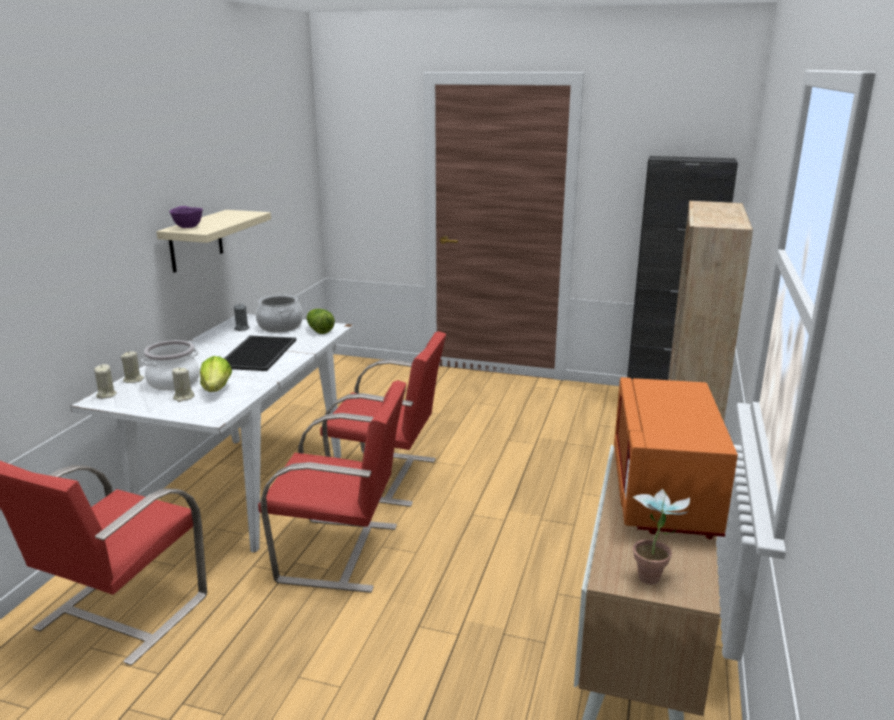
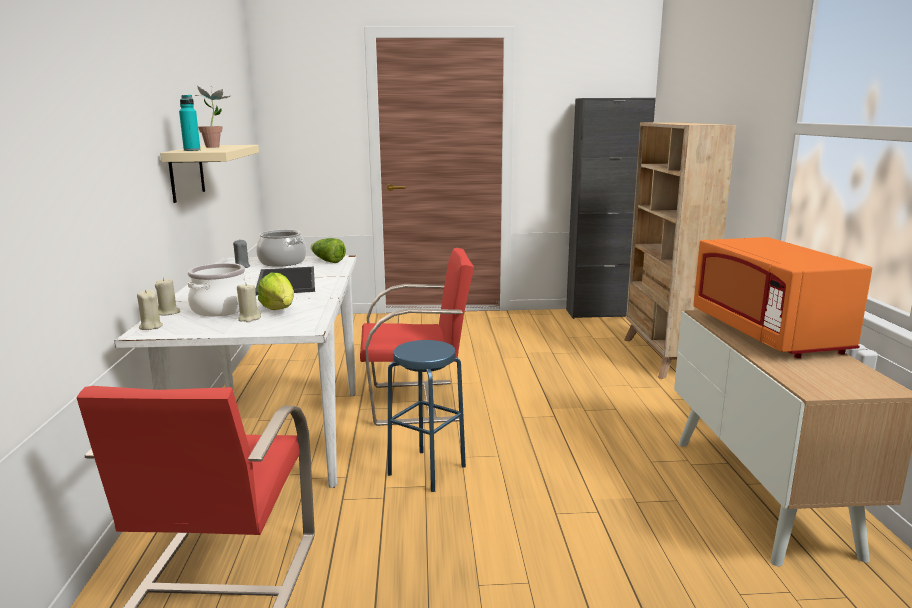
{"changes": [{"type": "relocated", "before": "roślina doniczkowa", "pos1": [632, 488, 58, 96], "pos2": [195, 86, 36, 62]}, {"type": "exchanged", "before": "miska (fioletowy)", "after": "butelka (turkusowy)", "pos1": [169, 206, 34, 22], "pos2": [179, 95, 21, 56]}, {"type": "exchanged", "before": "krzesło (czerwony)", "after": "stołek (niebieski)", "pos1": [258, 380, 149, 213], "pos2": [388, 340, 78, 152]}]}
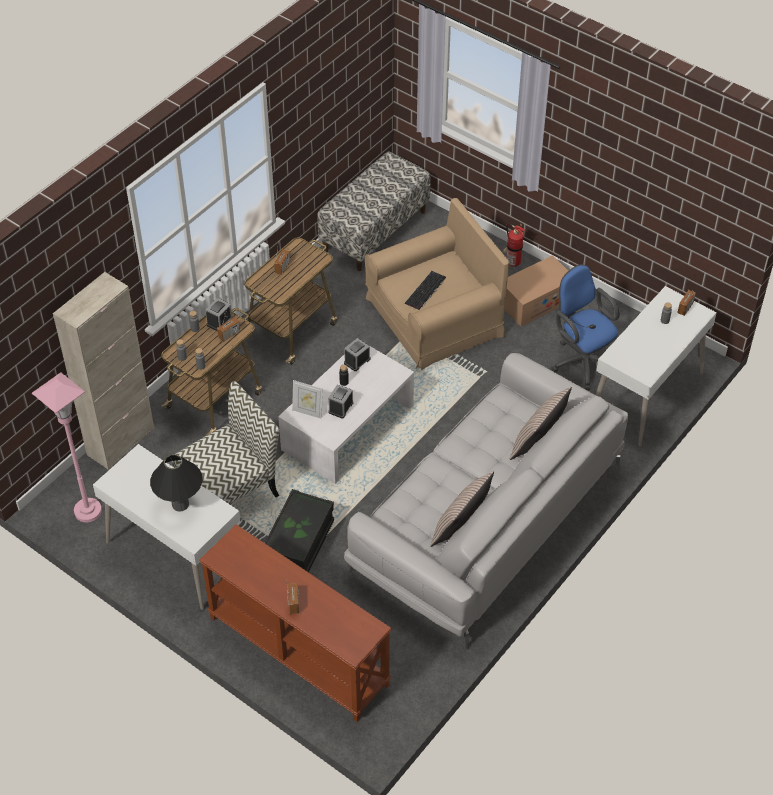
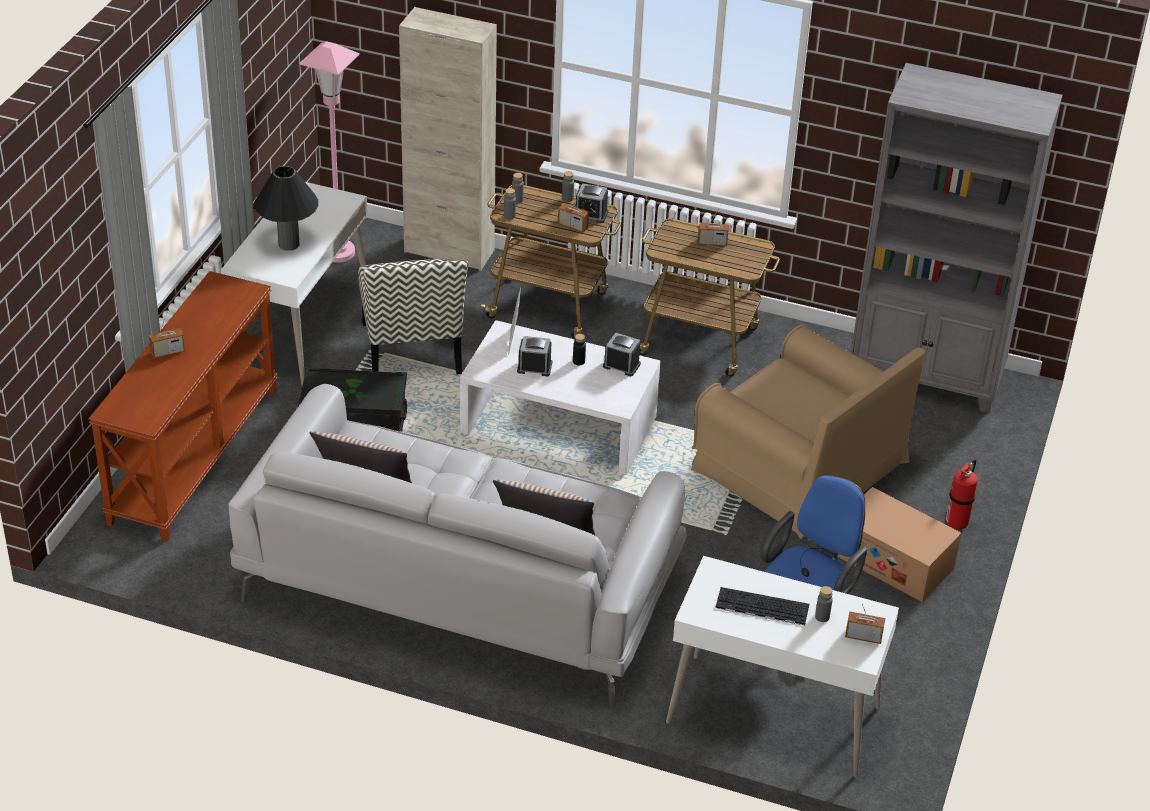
{"changes": [{"type": "relocated", "before": "klawiatura", "pos1": [405, 271, 41, 39], "pos2": [715, 587, 94, 38]}, {"type": "exchanged", "before": "ławka", "after": "regał (szary)", "pos1": [317, 151, 114, 120], "pos2": [851, 63, 212, 350]}, {"type": "spun", "before": "krzesło", "pos1": [172, 381, 107, 123], "pos2": [358, 259, 110, 115], "turn": 45}]}
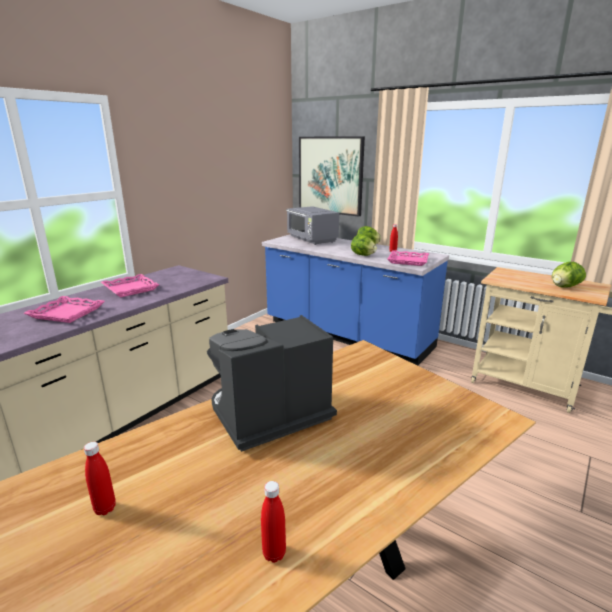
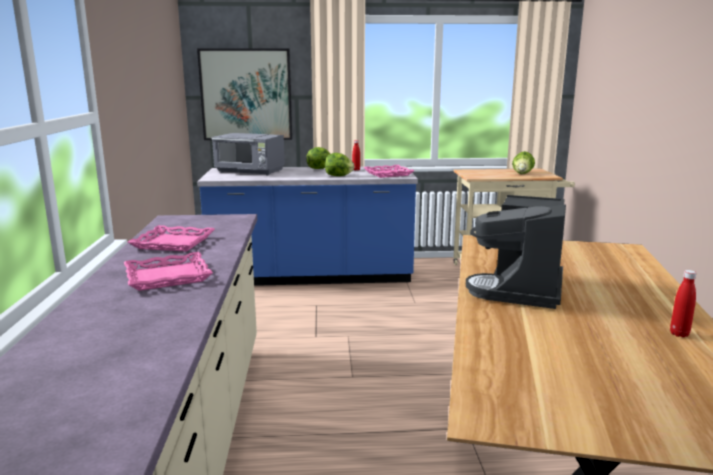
{"changes": [{"type": "missing", "before": "butelka (czerwony)", "pos1": [84, 442, 32, 73]}]}
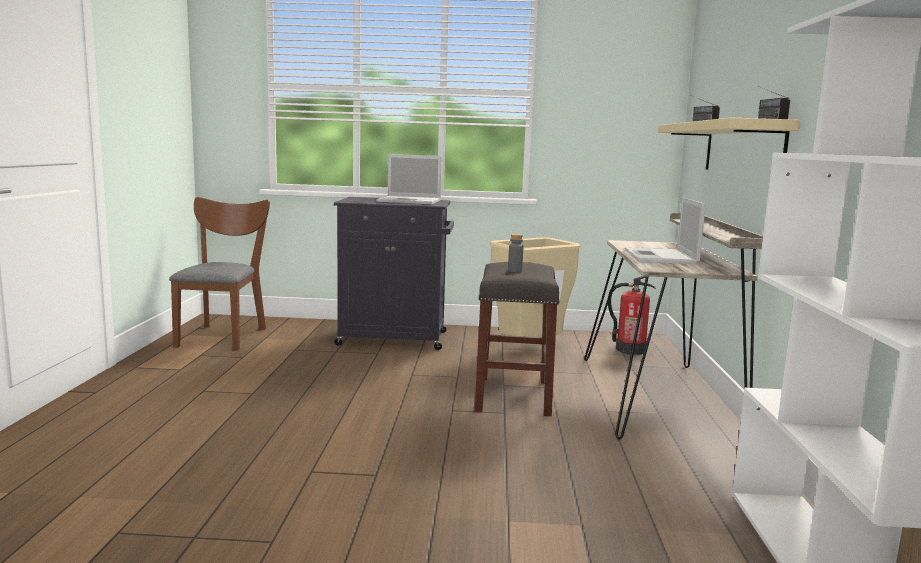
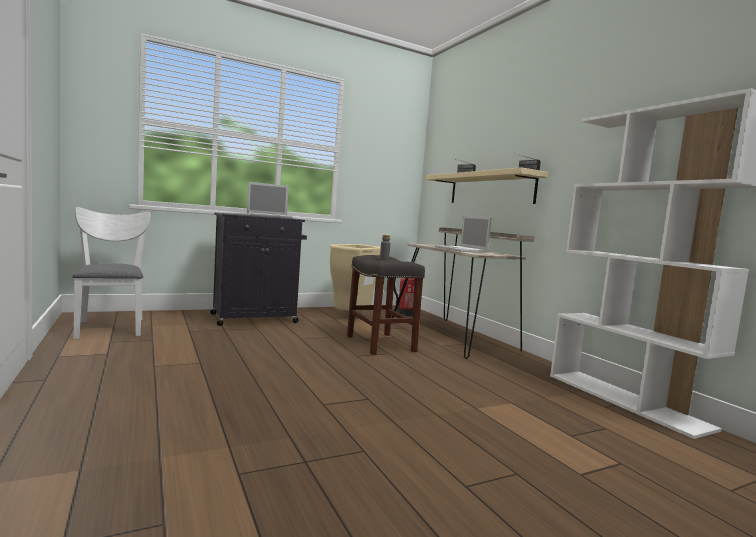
{"changes": [{"type": "colour", "before": "krzesło (brązowy)", "after": "krzesło (biały)", "pos1": [169, 197, 101, 154], "pos2": [73, 207, 77, 132]}]}
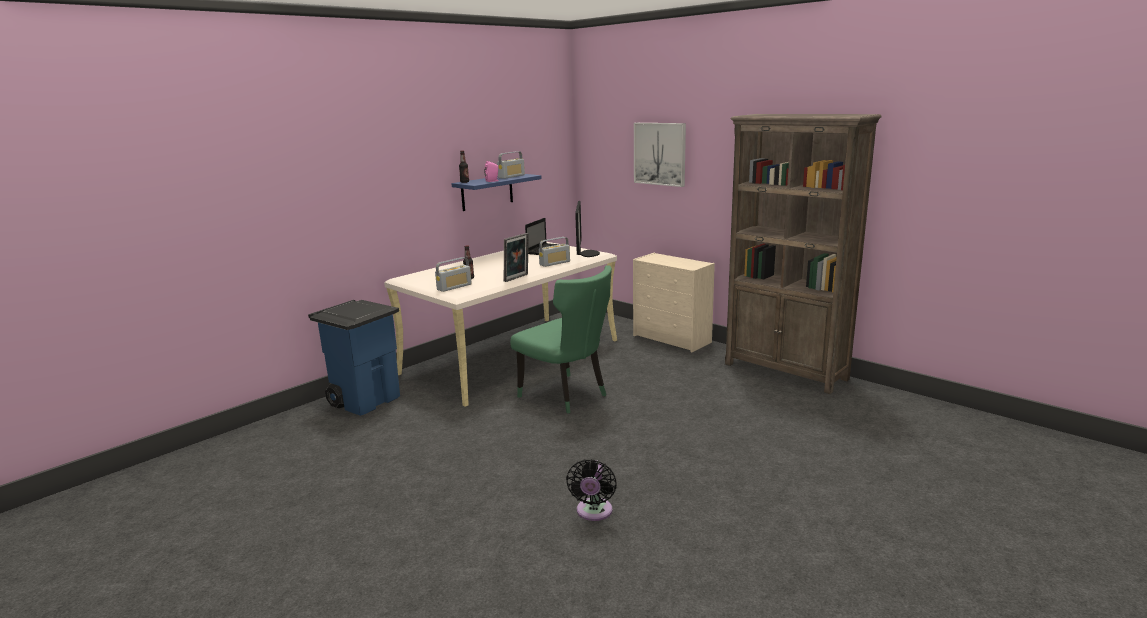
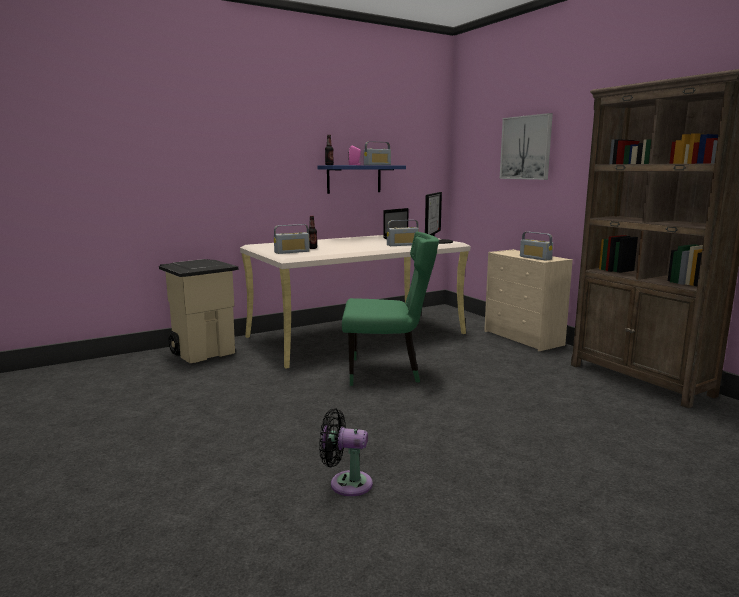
{"changes": [{"type": "missing", "before": "ramka na zdjęcie", "pos1": [504, 233, 25, 49]}, {"type": "appeared", "after": "radio", "pos2": [520, 232, 33, 29]}, {"type": "colour", "before": "kosz na śmieci (niebieski)", "after": "kosz na śmieci (beżowy)", "pos1": [308, 300, 92, 116], "pos2": [159, 259, 80, 104]}, {"type": "spun", "before": "krzesło (zielony)", "pos1": [510, 265, 102, 149], "pos2": [342, 232, 97, 154], "turn": -60}, {"type": "spun", "before": "wentylator (czarny)", "pos1": [566, 459, 51, 62], "pos2": [319, 409, 54, 87], "turn": 75}]}
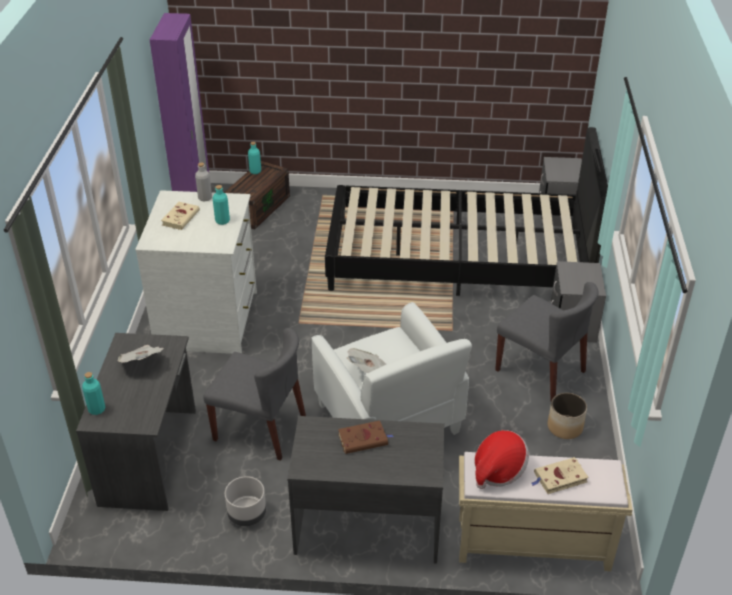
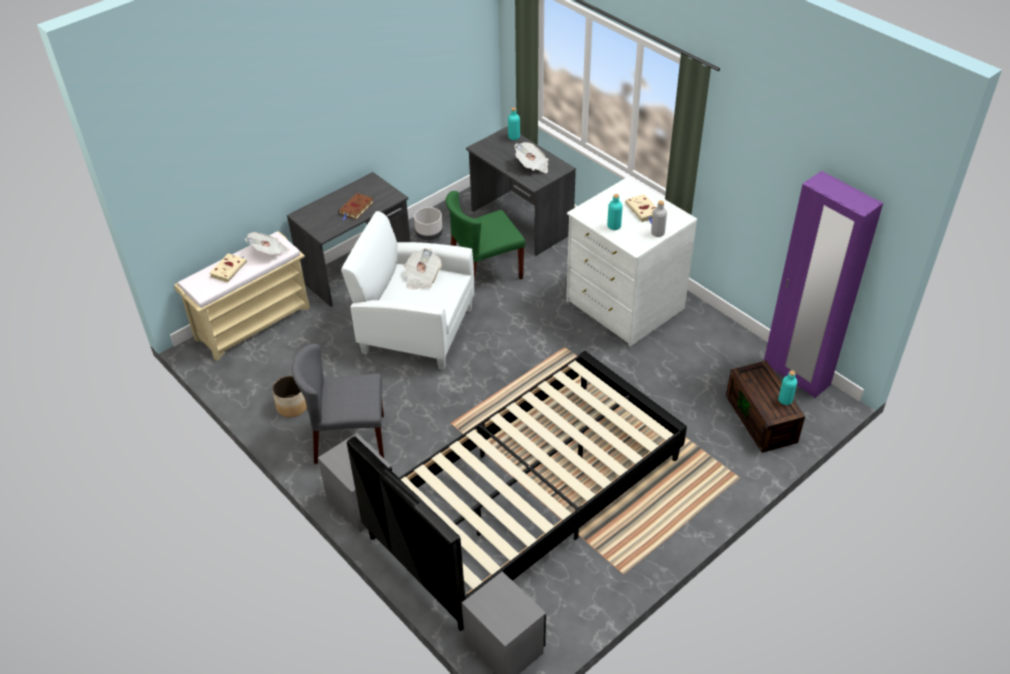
{"changes": [{"type": "exchanged", "before": "kapelusz", "after": "gazeta", "pos1": [474, 430, 55, 59], "pos2": [245, 232, 45, 23]}, {"type": "colour", "before": "krzesło (szary)", "after": "krzesło (zielony)", "pos1": [203, 328, 103, 132], "pos2": [446, 191, 80, 89]}]}
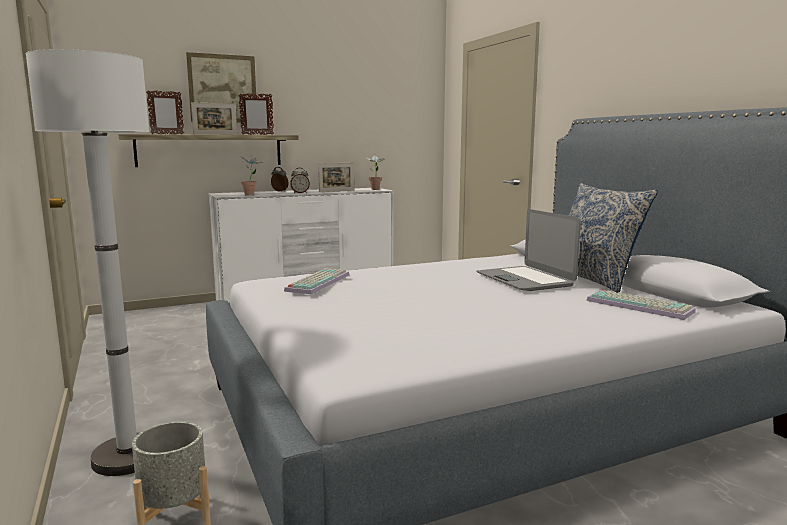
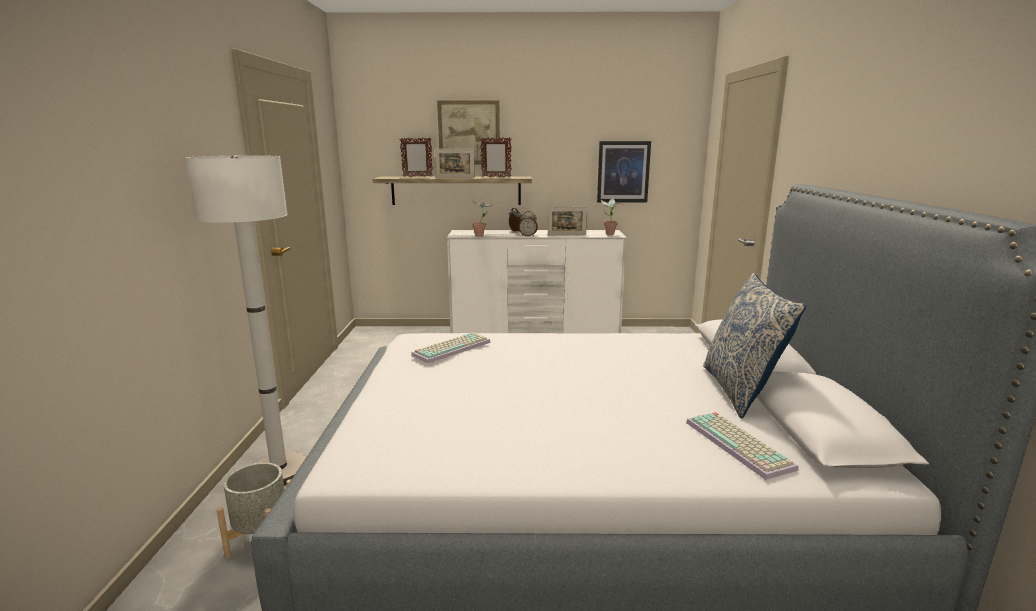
{"changes": [{"type": "missing", "before": "laptop", "pos1": [477, 209, 104, 82]}, {"type": "appeared", "after": "obraz", "pos2": [597, 141, 54, 61]}]}
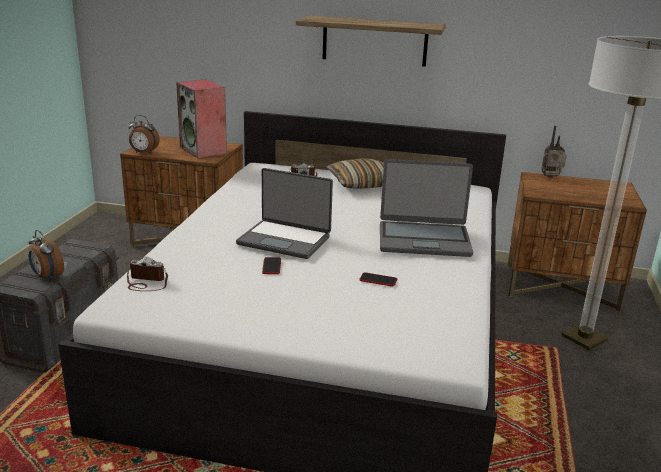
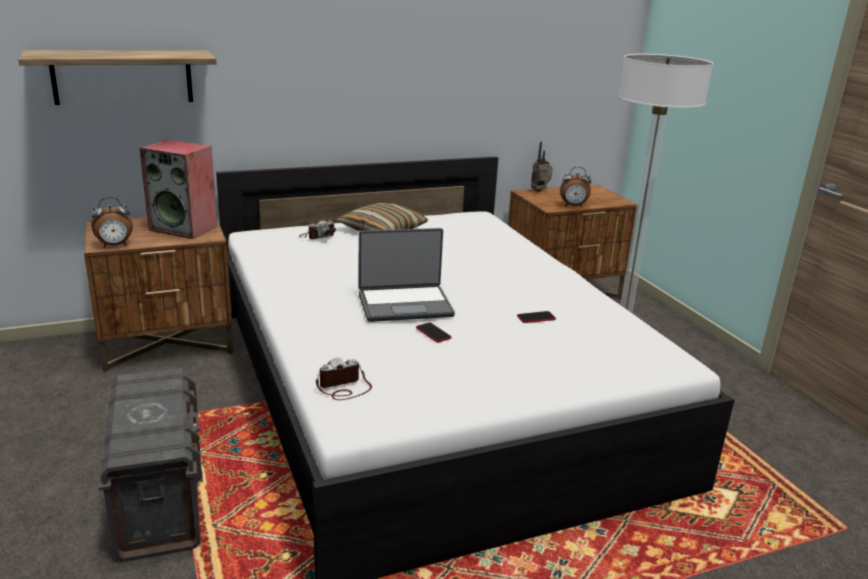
{"changes": [{"type": "missing", "before": "laptop", "pos1": [380, 159, 93, 98]}, {"type": "relocated", "before": "budzik", "pos1": [29, 230, 35, 51], "pos2": [560, 167, 31, 40]}, {"type": "relocated", "before": "półka", "pos1": [296, 16, 150, 51], "pos2": [18, 50, 199, 55]}]}
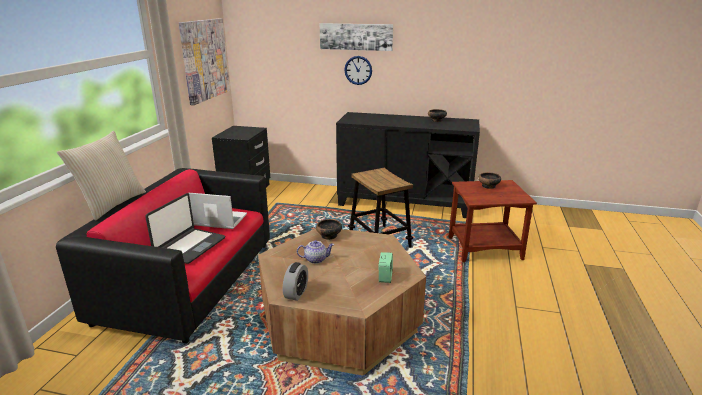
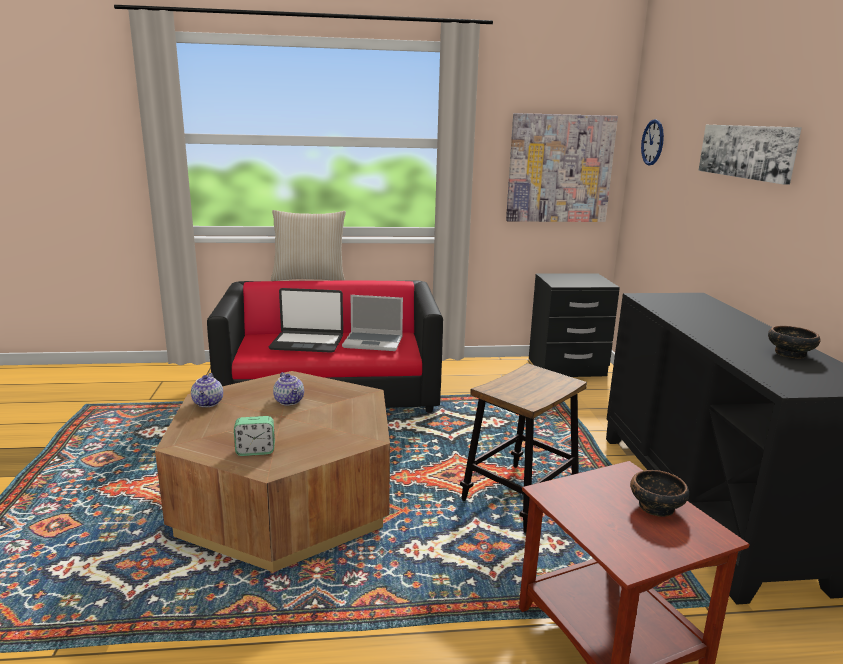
{"changes": [{"type": "missing", "before": "miska", "pos1": [316, 219, 26, 21]}, {"type": "relocated", "before": "zegar ścienny", "pos1": [344, 56, 28, 29], "pos2": [641, 119, 23, 46]}, {"type": "exchanged", "before": "budzik", "after": "imbryk", "pos1": [283, 262, 25, 39], "pos2": [191, 373, 32, 34]}, {"type": "spun", "before": "laptop", "pos1": [189, 193, 58, 36], "pos2": [342, 295, 61, 56], "turn": 105}]}
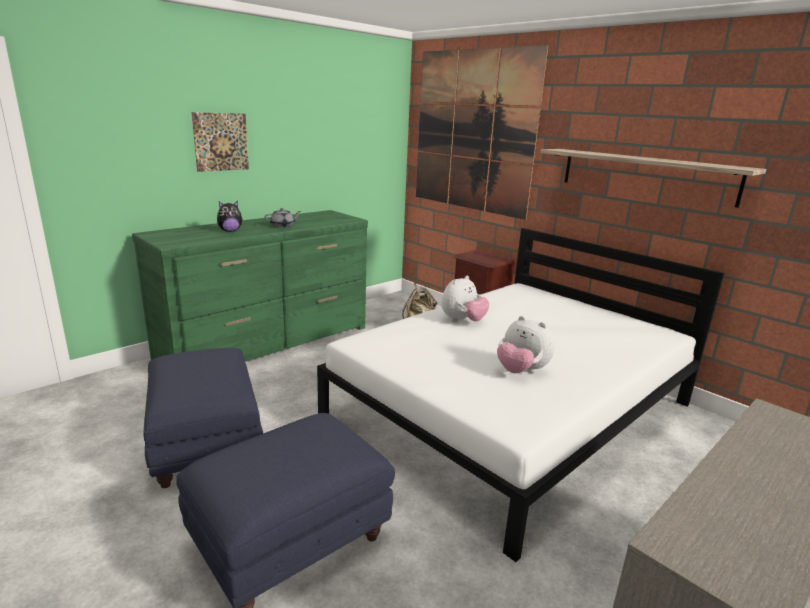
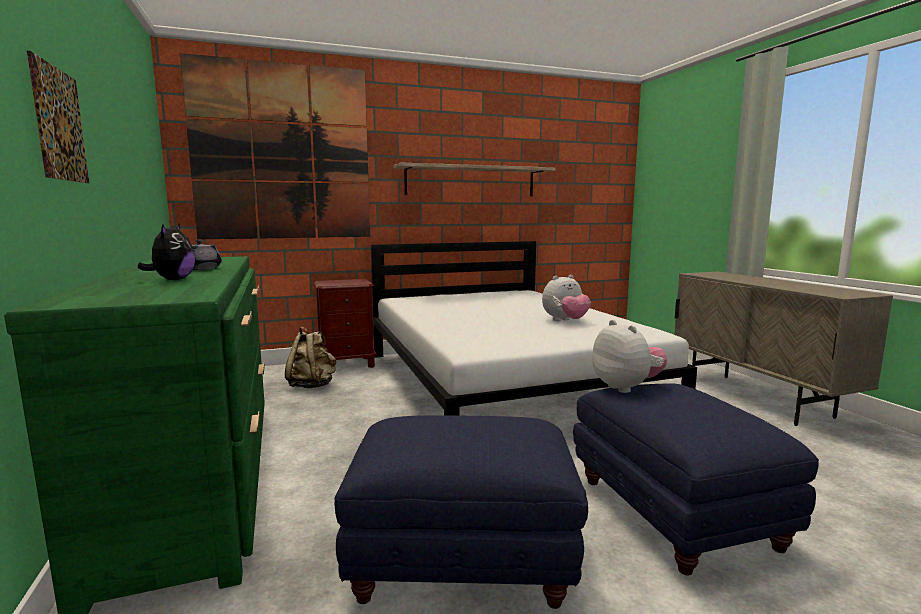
{"changes": [{"type": "relocated", "before": "pluszak", "pos1": [441, 275, 48, 47], "pos2": [592, 320, 75, 73]}]}
